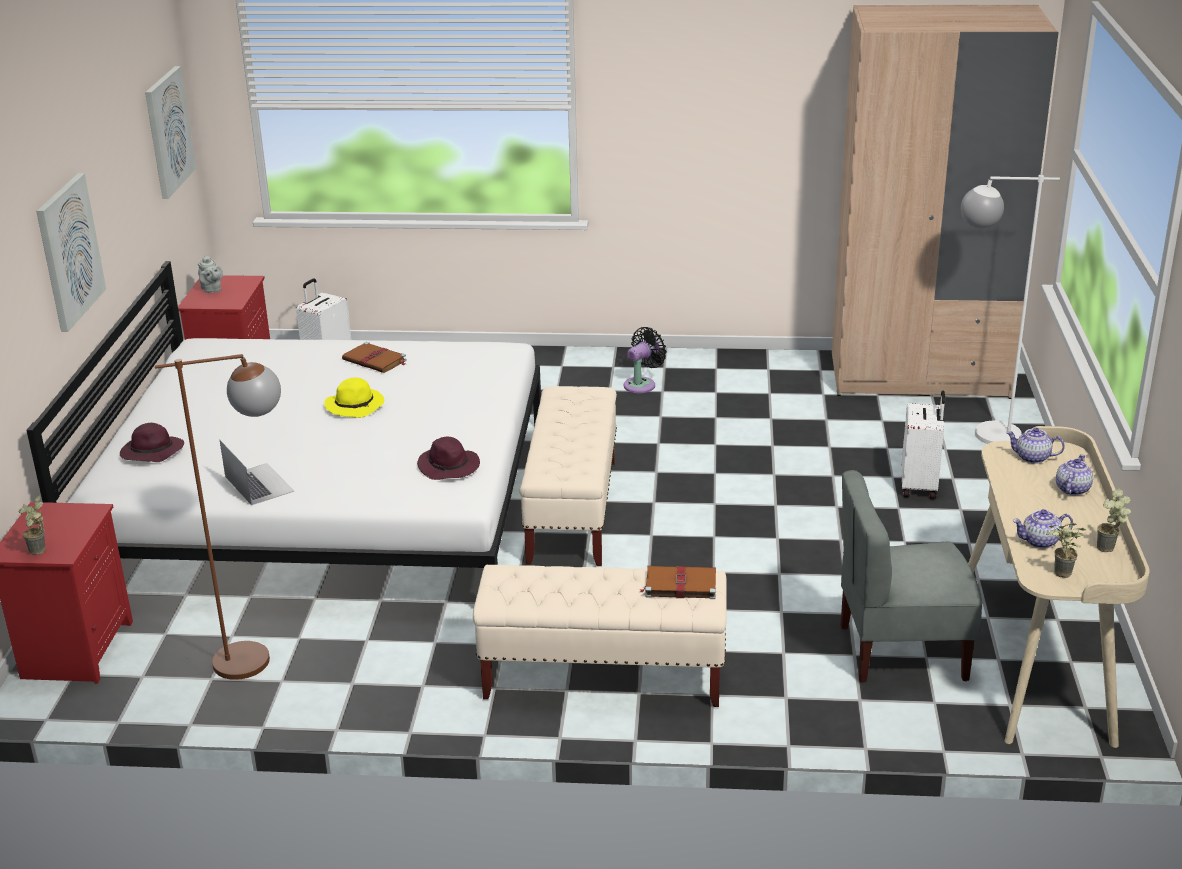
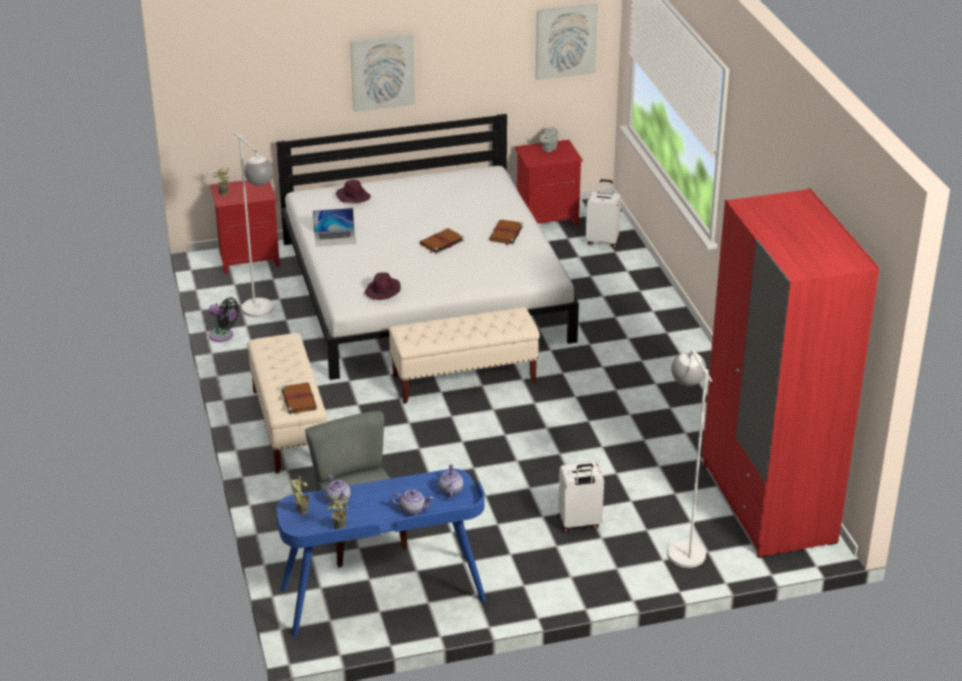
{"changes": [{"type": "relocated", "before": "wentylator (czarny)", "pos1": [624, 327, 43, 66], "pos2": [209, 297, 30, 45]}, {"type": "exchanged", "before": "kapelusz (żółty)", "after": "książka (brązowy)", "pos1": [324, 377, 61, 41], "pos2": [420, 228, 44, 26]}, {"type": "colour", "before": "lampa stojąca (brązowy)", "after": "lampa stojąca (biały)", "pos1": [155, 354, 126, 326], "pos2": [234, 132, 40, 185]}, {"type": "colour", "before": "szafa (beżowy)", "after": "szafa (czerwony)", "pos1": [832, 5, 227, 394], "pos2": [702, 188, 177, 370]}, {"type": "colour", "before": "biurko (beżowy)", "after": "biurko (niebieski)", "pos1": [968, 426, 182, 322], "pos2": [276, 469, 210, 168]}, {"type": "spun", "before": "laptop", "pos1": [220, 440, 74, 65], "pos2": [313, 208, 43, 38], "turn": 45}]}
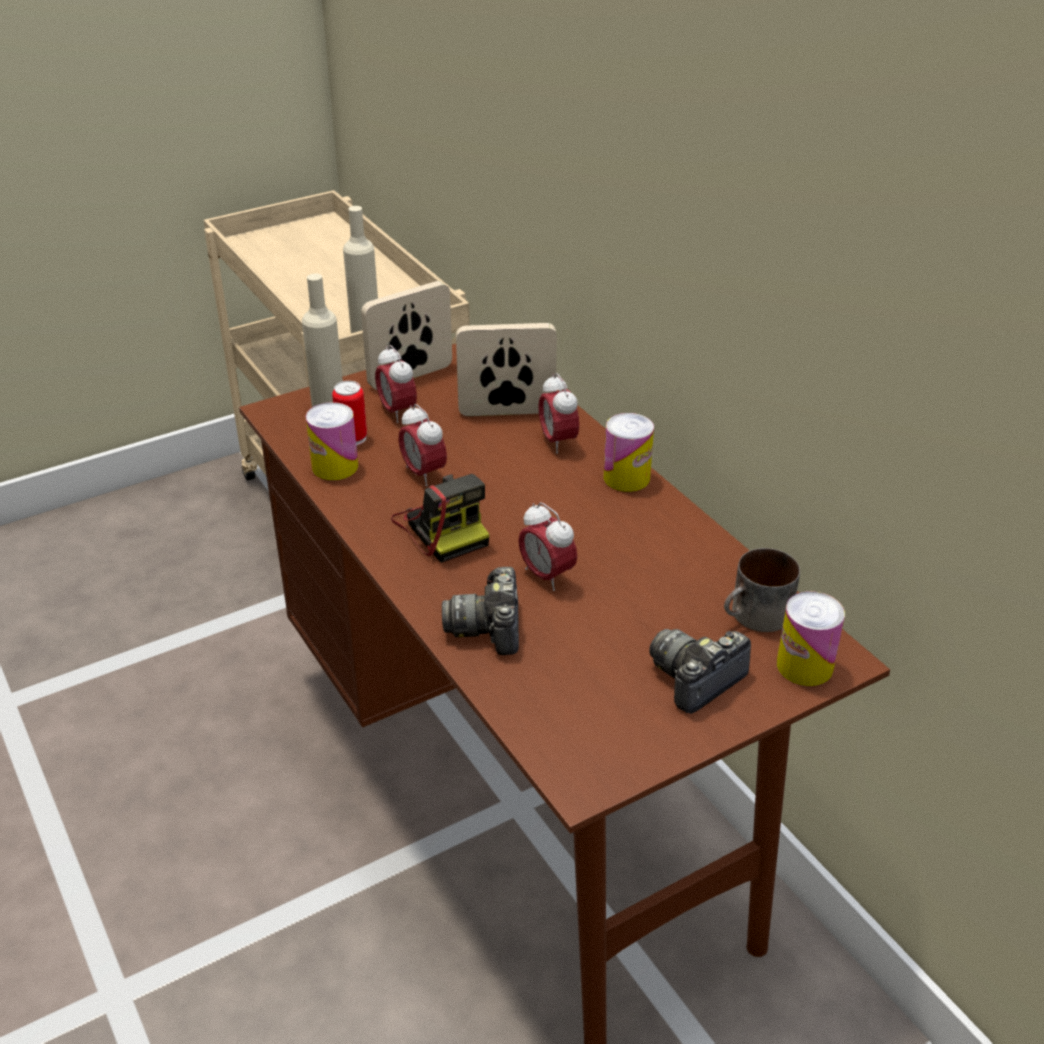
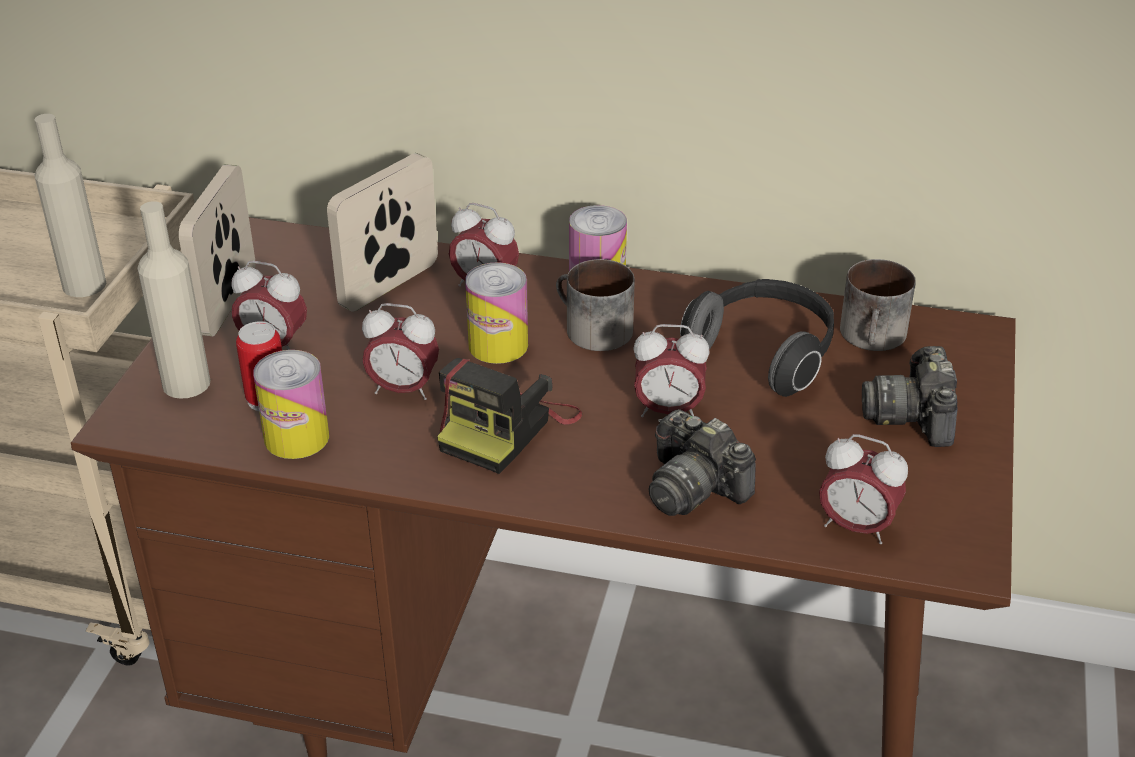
{"changes": [{"type": "appeared", "after": "kubek", "pos2": [556, 259, 79, 92]}, {"type": "appeared", "after": "słuchawki", "pos2": [680, 279, 154, 118]}, {"type": "appeared", "after": "budzik", "pos2": [819, 434, 89, 110]}, {"type": "relocated", "before": "puszka", "pos1": [777, 591, 68, 95], "pos2": [465, 262, 63, 102]}, {"type": "spun", "before": "aparat fotograficzny", "pos1": [391, 474, 99, 89], "pos2": [437, 358, 145, 116], "turn": 105}]}
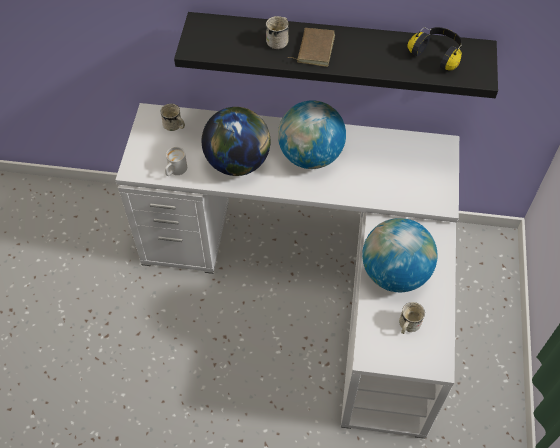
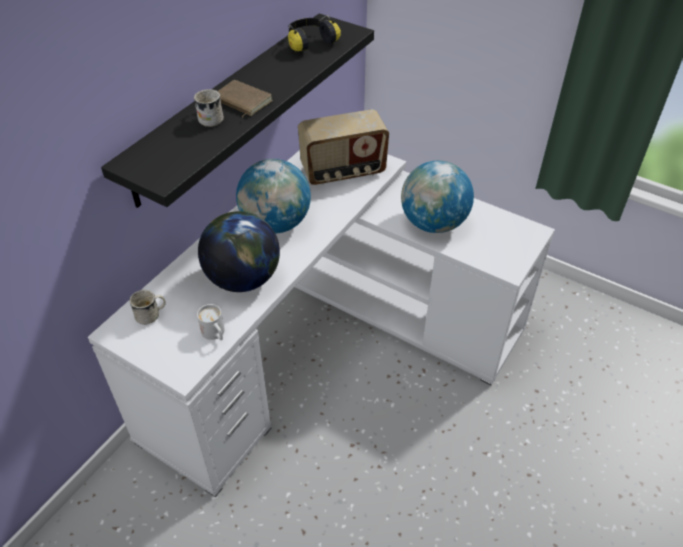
{"changes": [{"type": "missing", "before": "kubek (biały)", "pos1": [399, 302, 26, 32]}, {"type": "appeared", "after": "radio", "pos2": [298, 109, 91, 76]}]}
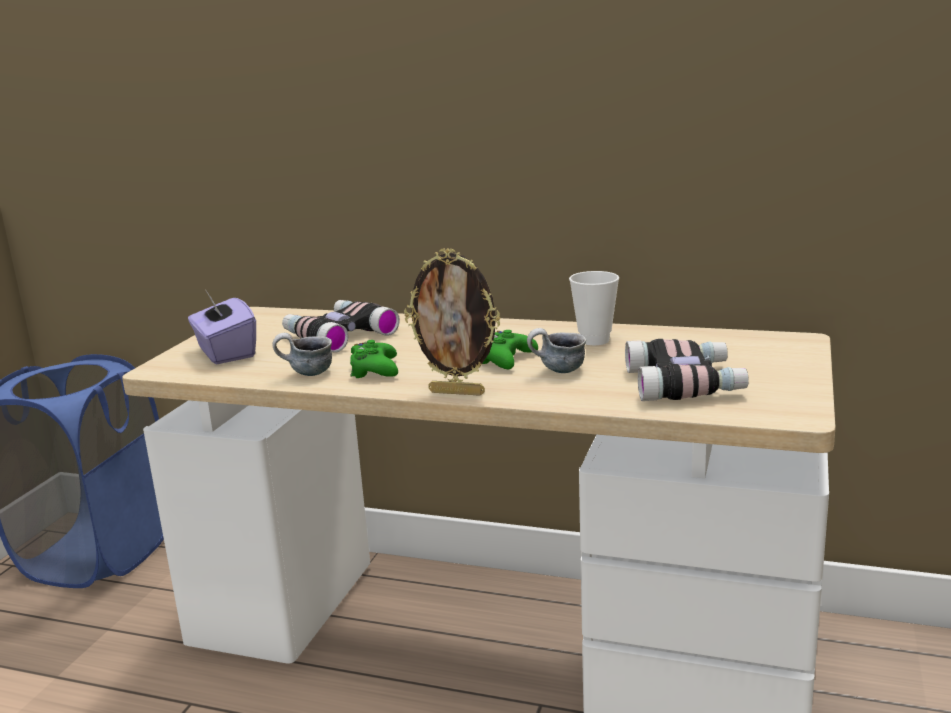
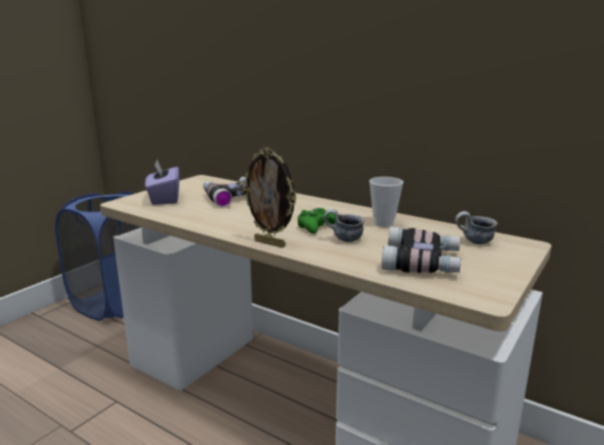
{"changes": [{"type": "missing", "before": "pad do gier (zielony)", "pos1": [350, 340, 48, 38]}, {"type": "relocated", "before": "kubek", "pos1": [273, 333, 59, 43], "pos2": [455, 211, 43, 33]}]}
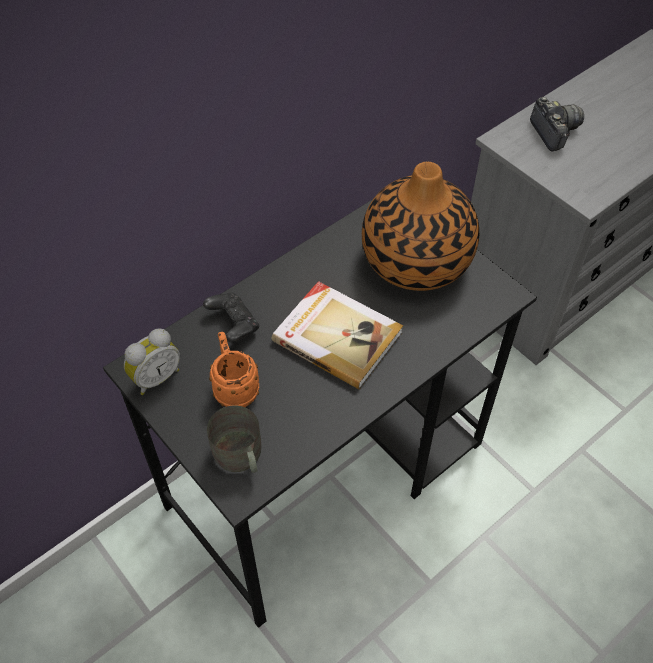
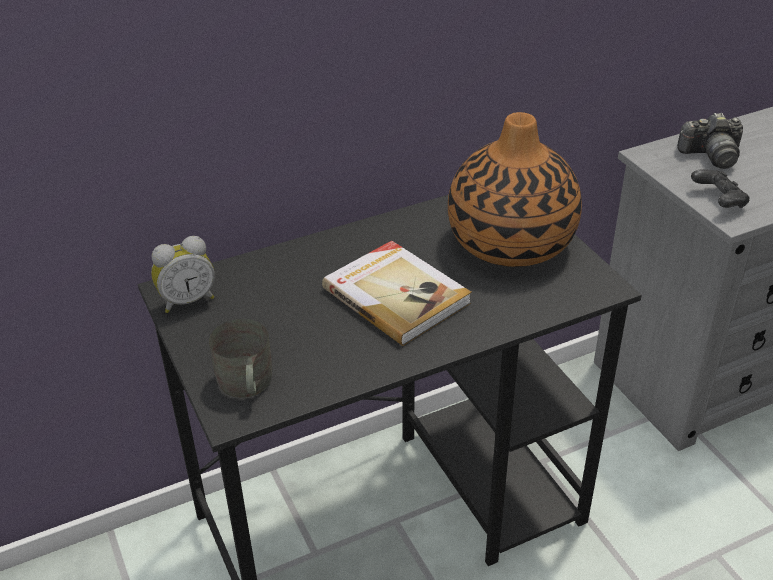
{"changes": [{"type": "missing", "before": "kubek (pomarańczowy)", "pos1": [209, 332, 50, 75]}, {"type": "relocated", "before": "pad do gier (czarny)", "pos1": [203, 293, 56, 50], "pos2": [691, 169, 59, 39]}, {"type": "spun", "before": "aparat fotograficzny", "pos1": [530, 97, 54, 55], "pos2": [677, 113, 66, 56], "turn": 90}]}
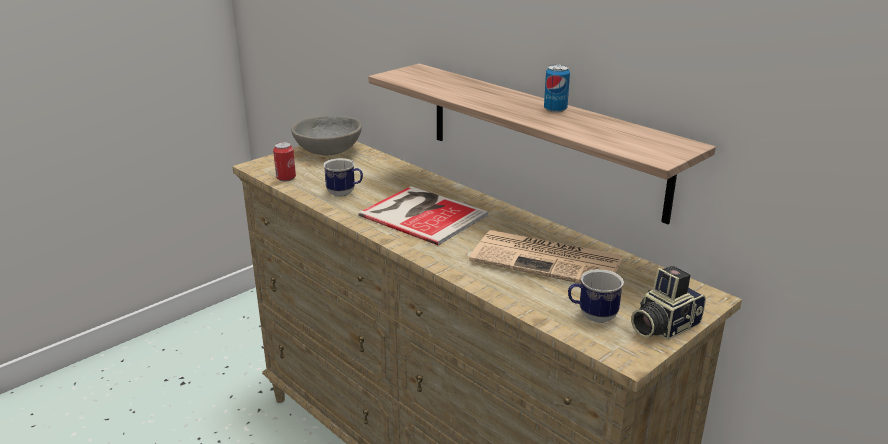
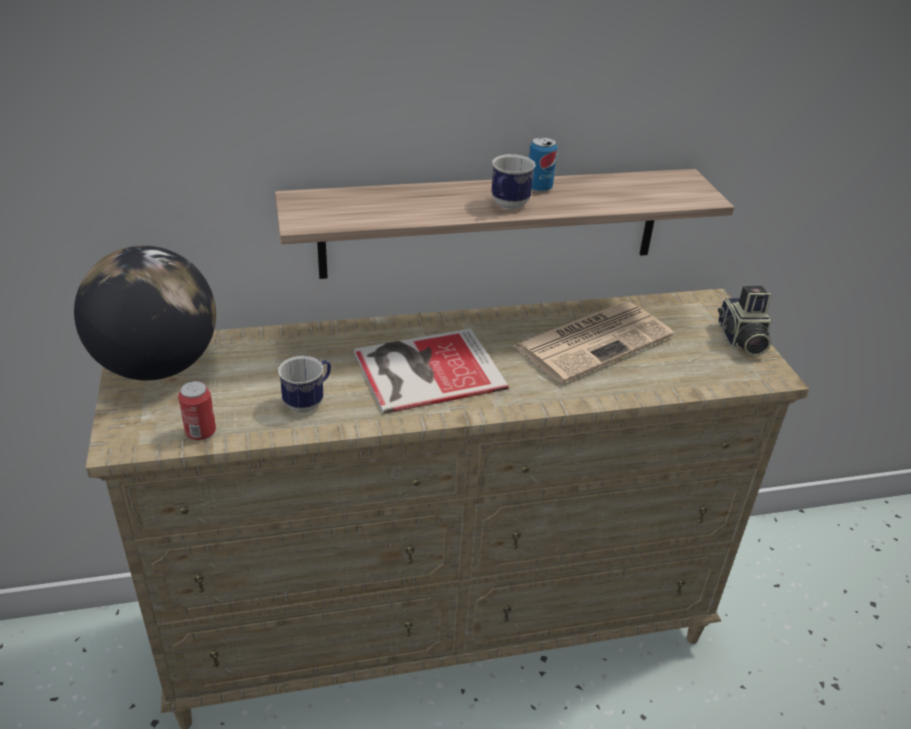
{"changes": [{"type": "relocated", "before": "kubek", "pos1": [568, 269, 56, 54], "pos2": [491, 154, 44, 55]}, {"type": "exchanged", "before": "miska (szary)", "after": "globus", "pos1": [291, 116, 71, 39], "pos2": [74, 246, 142, 134]}]}
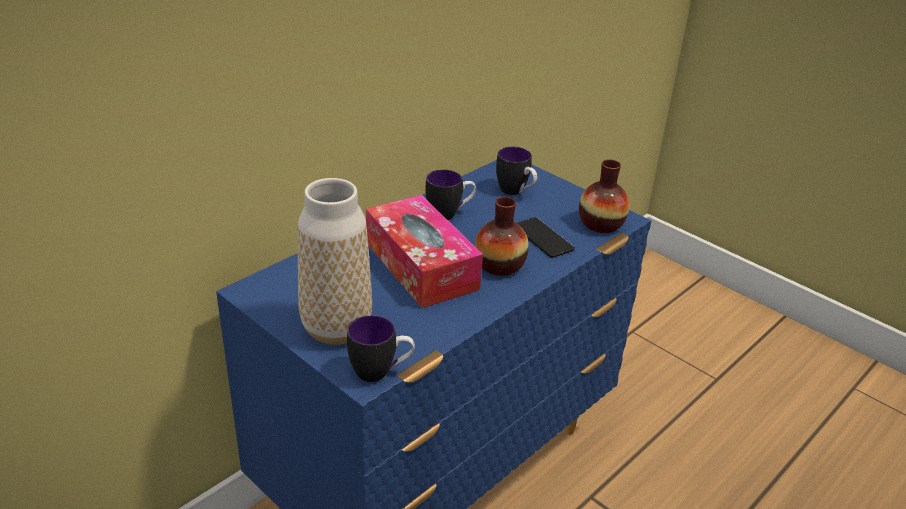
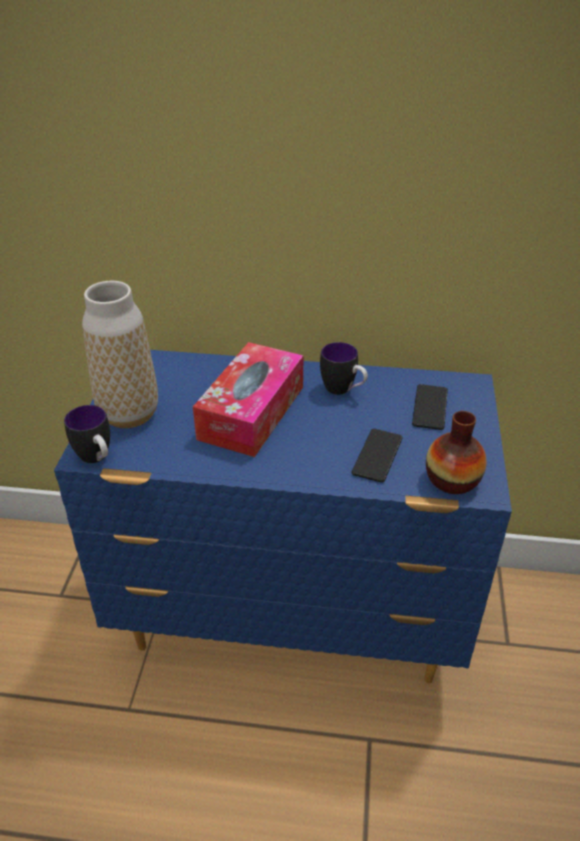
{"changes": [{"type": "missing", "before": "wazon", "pos1": [475, 197, 54, 79]}, {"type": "exchanged", "before": "kubek", "after": "telefon", "pos1": [496, 147, 41, 48], "pos2": [412, 384, 36, 46]}]}
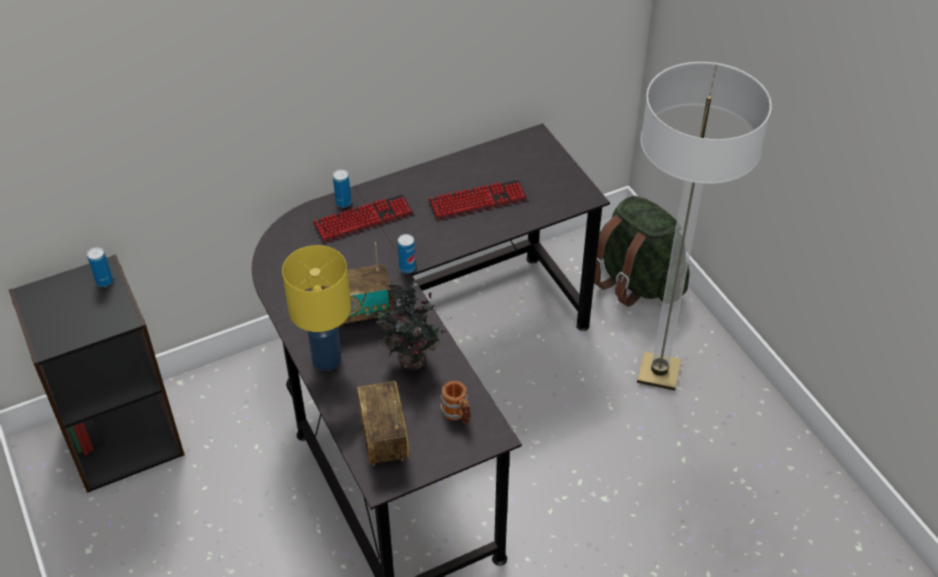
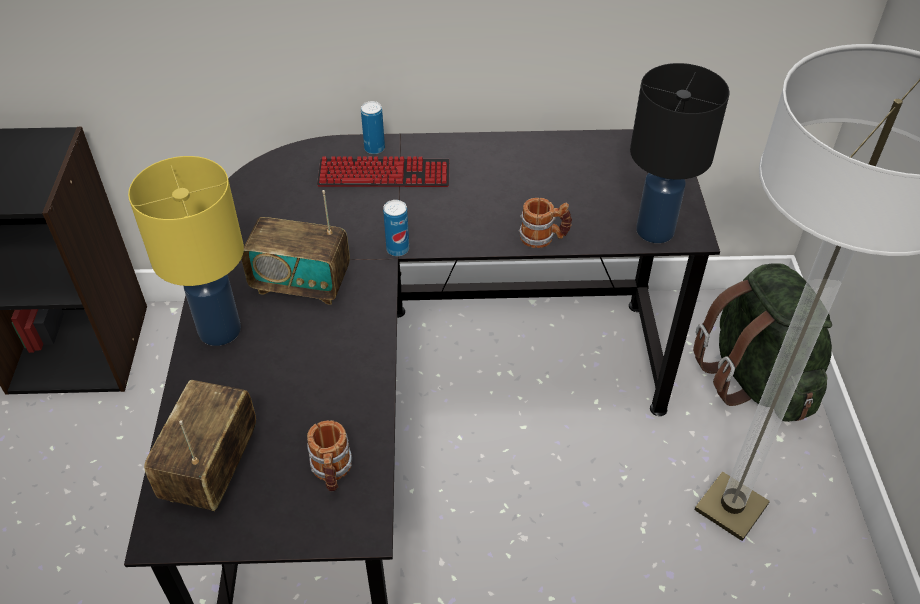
{"changes": [{"type": "missing", "before": "puszka", "pos1": [87, 247, 26, 40]}, {"type": "missing", "before": "roślina doniczkowa", "pos1": [366, 281, 81, 90]}, {"type": "missing", "before": "klawiatura", "pos1": [428, 179, 99, 41]}, {"type": "appeared", "after": "kubek", "pos2": [519, 198, 53, 50]}, {"type": "appeared", "after": "lampa stołowa (czarny)", "pos2": [630, 63, 99, 180]}]}
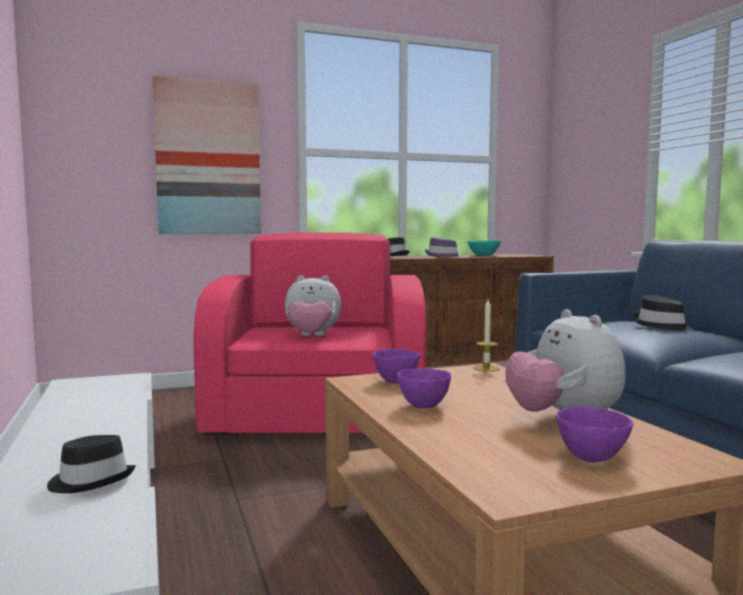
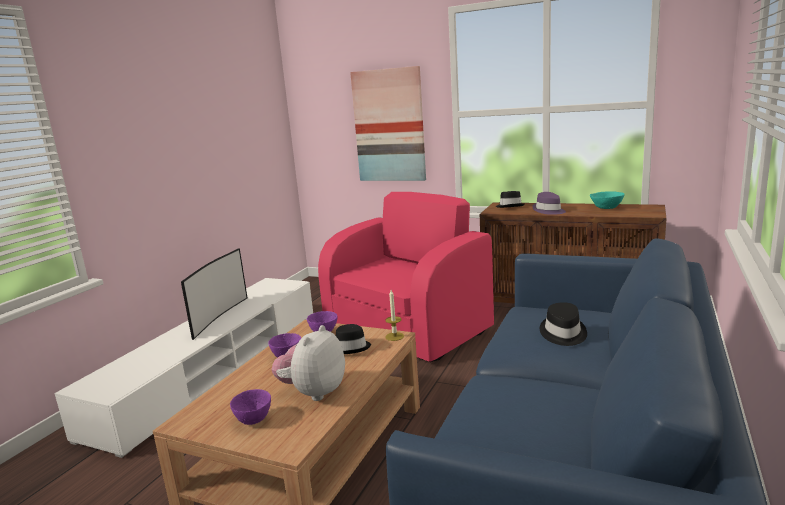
{"changes": [{"type": "missing", "before": "pluszak", "pos1": [285, 275, 56, 61]}, {"type": "appeared", "after": "telewizor", "pos2": [181, 248, 66, 92]}, {"type": "relocated", "before": "kapelusz (czarny)", "pos1": [47, 435, 88, 58], "pos2": [336, 324, 35, 30]}]}
